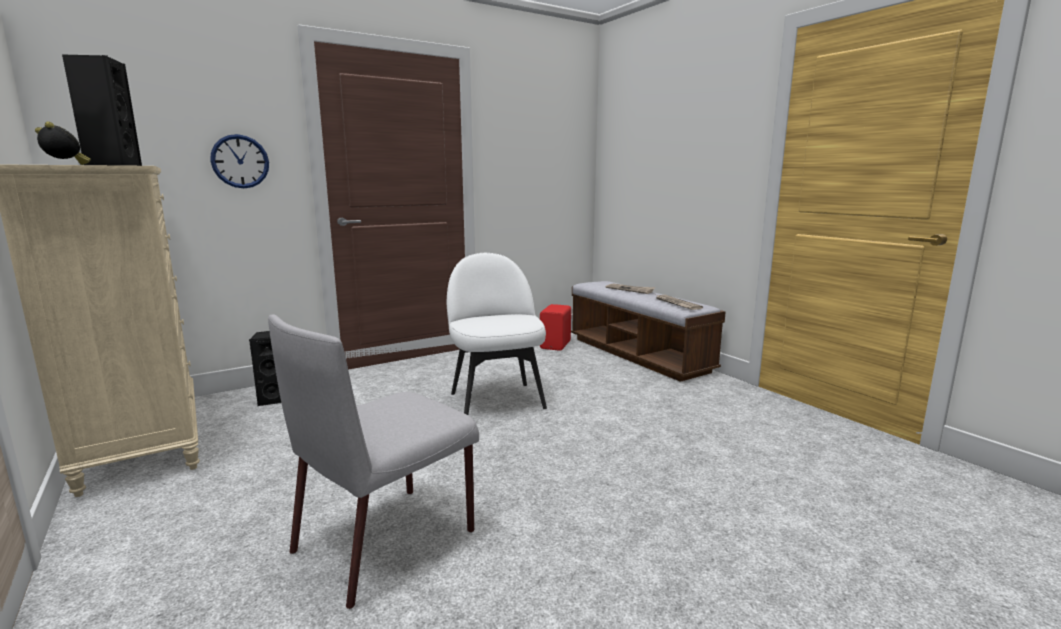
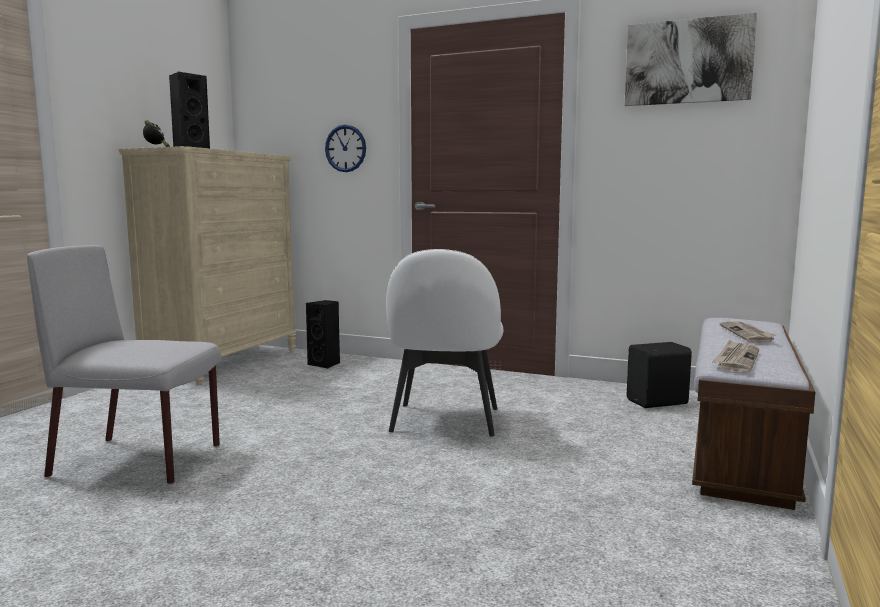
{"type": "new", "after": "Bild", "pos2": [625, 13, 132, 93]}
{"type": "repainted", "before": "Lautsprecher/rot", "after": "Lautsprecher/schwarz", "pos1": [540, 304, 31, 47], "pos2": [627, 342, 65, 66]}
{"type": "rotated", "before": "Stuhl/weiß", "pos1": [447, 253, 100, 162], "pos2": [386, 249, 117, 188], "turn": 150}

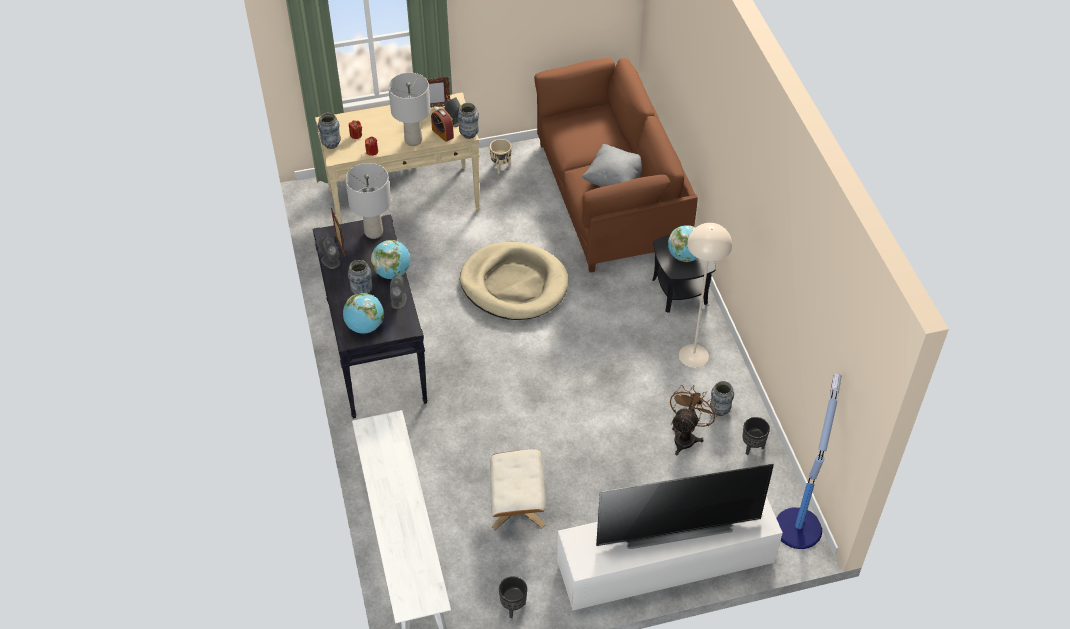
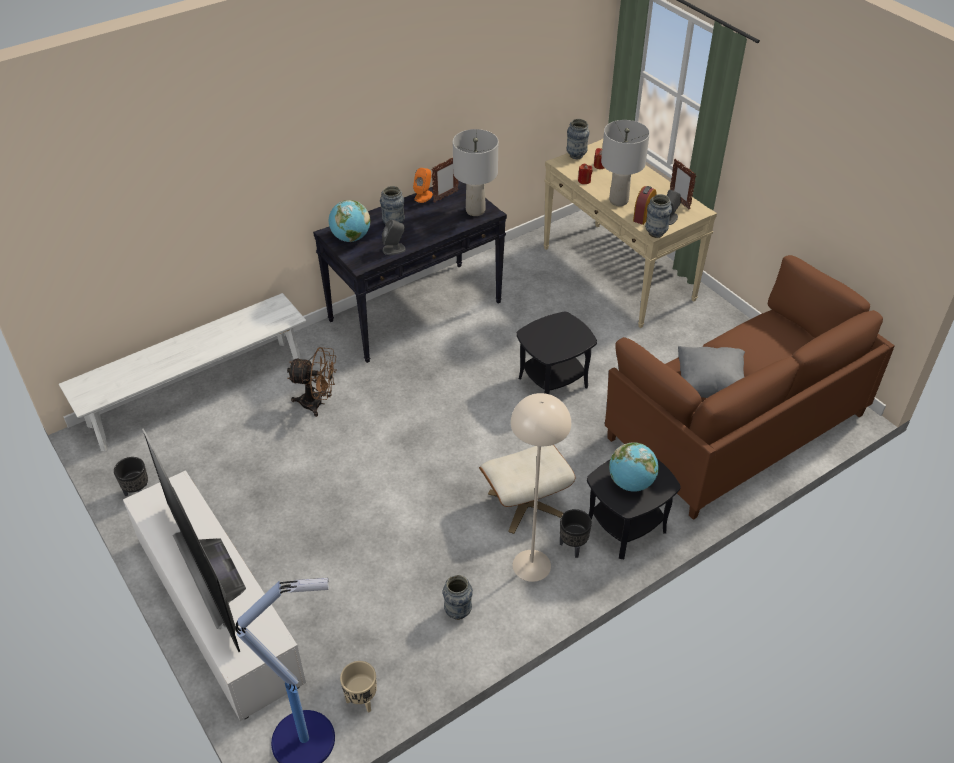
{"type": "gone", "before": "Globus", "pos1": [371, 240, 39, 39]}
{"type": "shifted", "before": "Pflanzkübel/beige", "pos1": [490, 139, 21, 35], "pos2": [340, 661, 37, 52]}
{"type": "shifted", "before": "Polsterhocker/beige", "pos1": [490, 449, 55, 81], "pos2": [479, 445, 96, 89]}
{"type": "shifted", "before": "Ventilator/braun", "pos1": [670, 385, 48, 70], "pos2": [287, 347, 50, 70]}
{"type": "shifted", "before": "Pflanzkübel/schwarz", "pos1": [742, 417, 28, 38], "pos2": [560, 509, 32, 49]}
{"type": "swapped", "before": "Hundebett/beige", "after": "Beistelltisch/schwarz", "pos1": [460, 242, 108, 78], "pos2": [516, 312, 81, 82]}
{"type": "repainted", "before": "Lautsprecher/grau", "after": "Lautsprecher/orange", "pos1": [319, 237, 21, 32], "pos2": [413, 168, 20, 35]}

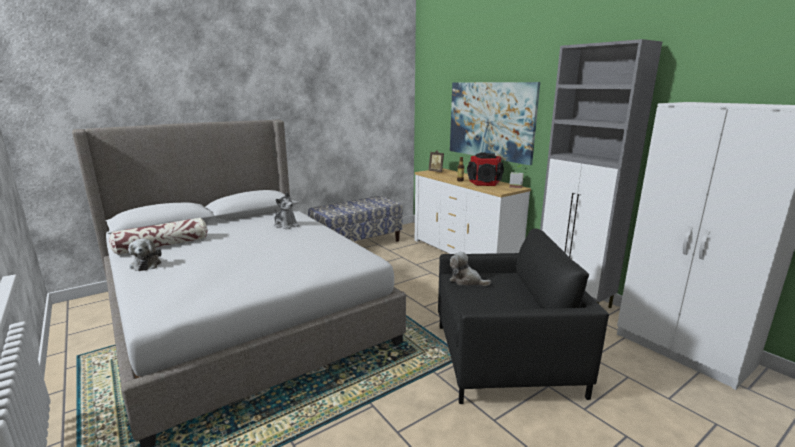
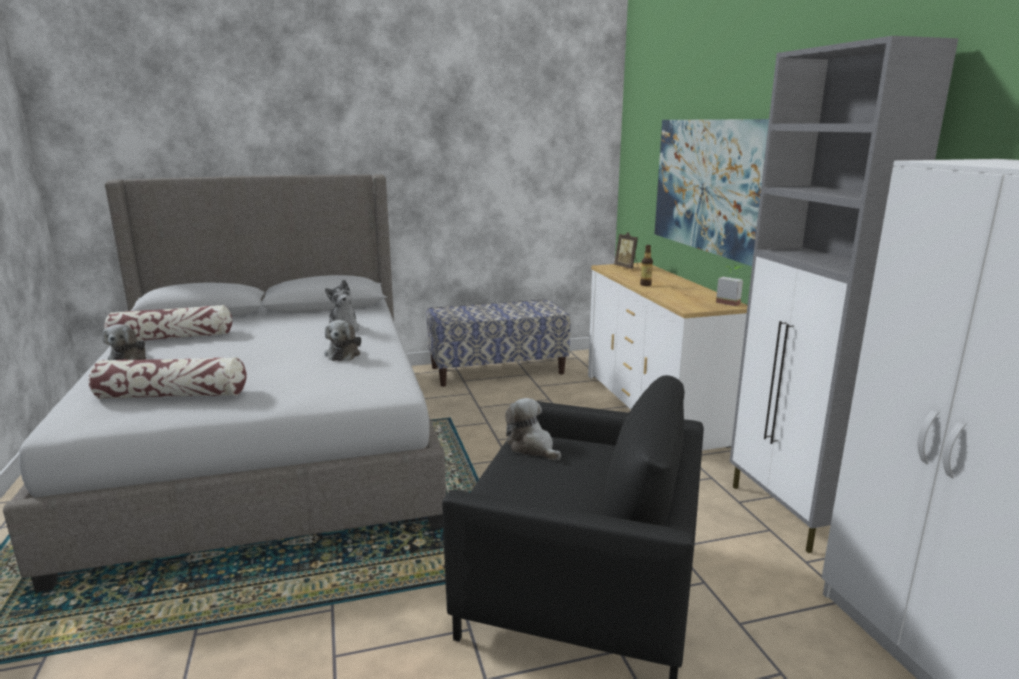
{"type": "gone", "before": "Lautsprecher", "pos1": [467, 153, 37, 33]}
{"type": "new", "after": "Kissen", "pos2": [89, 357, 158, 42]}
{"type": "new", "after": "Plüschtier", "pos2": [324, 320, 37, 41]}

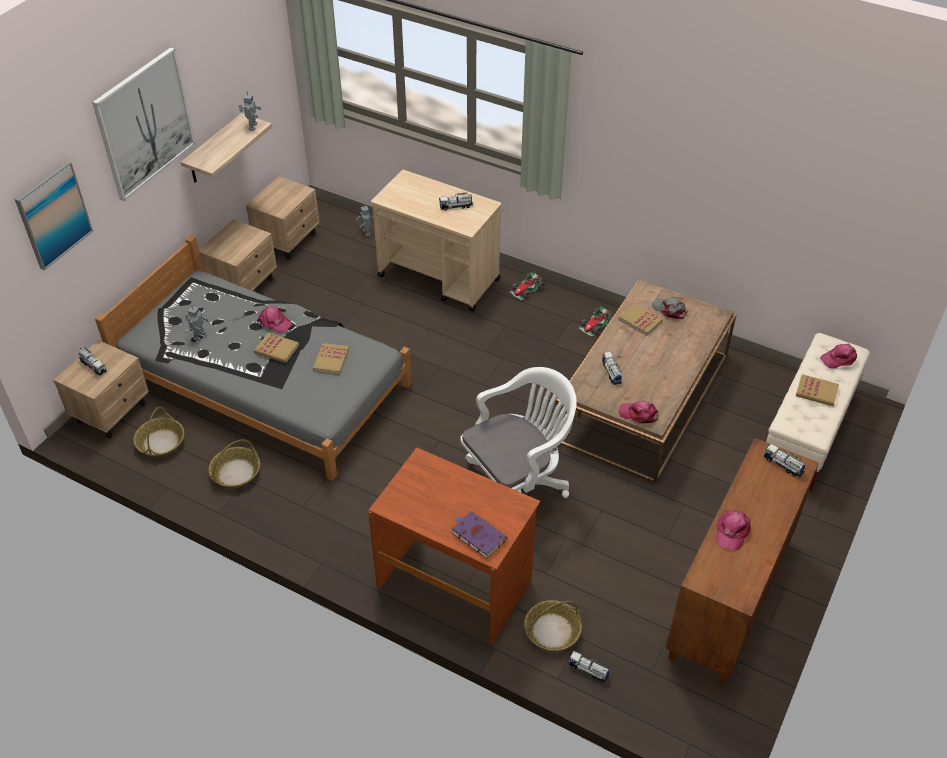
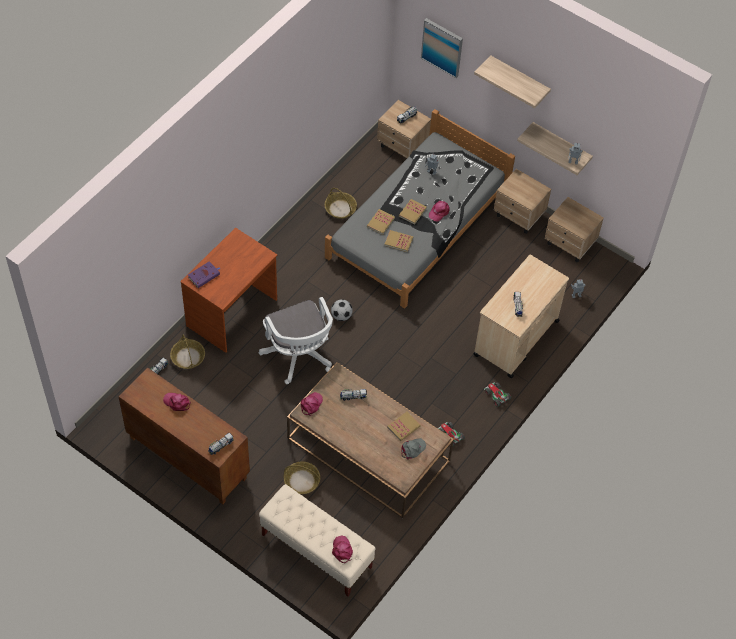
{"type": "new", "after": "Fußball", "pos2": [331, 299, 22, 22]}
{"type": "shifted", "before": "Korb", "pos1": [134, 407, 50, 50], "pos2": [284, 461, 36, 33]}
{"type": "shifted", "before": "Buch", "pos1": [796, 374, 43, 32], "pos2": [367, 209, 28, 26]}
{"type": "swapped", "before": "Bild", "after": "Wandregal", "pos1": [92, 47, 103, 154], "pos2": [474, 55, 77, 53]}

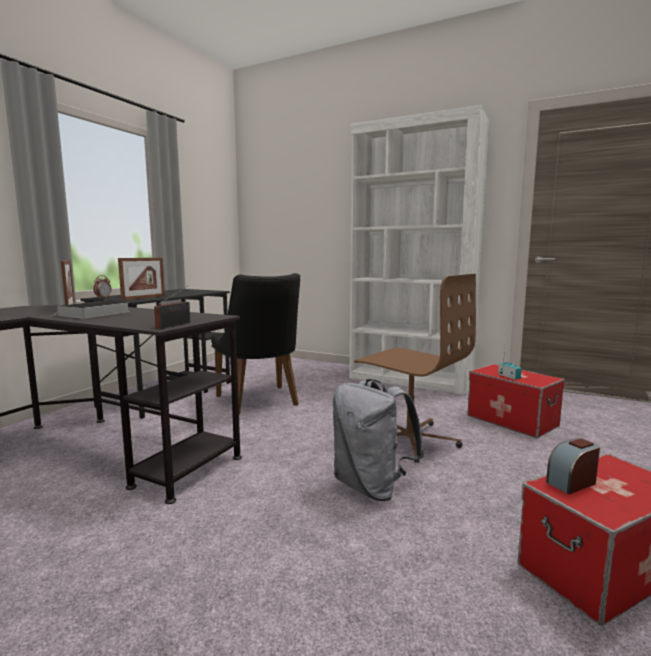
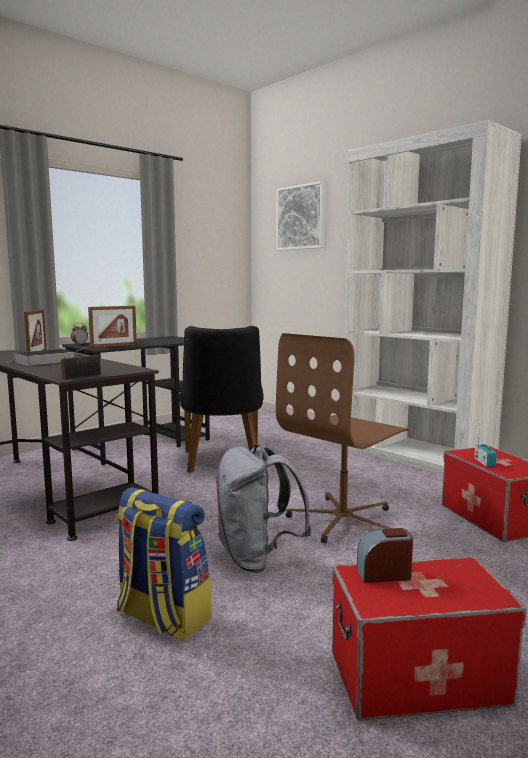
{"type": "new", "after": "Rucksack", "pos2": [115, 487, 96, 154]}
{"type": "new", "after": "Bild", "pos2": [276, 181, 49, 70]}
{"type": "rotated", "before": "Bürostuhl/braun", "pos1": [354, 274, 122, 189], "pos2": [276, 333, 133, 211], "turn": 75}

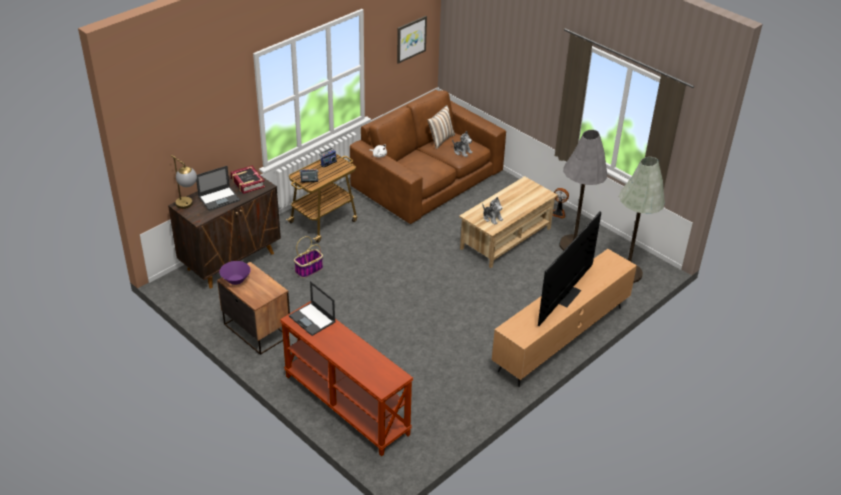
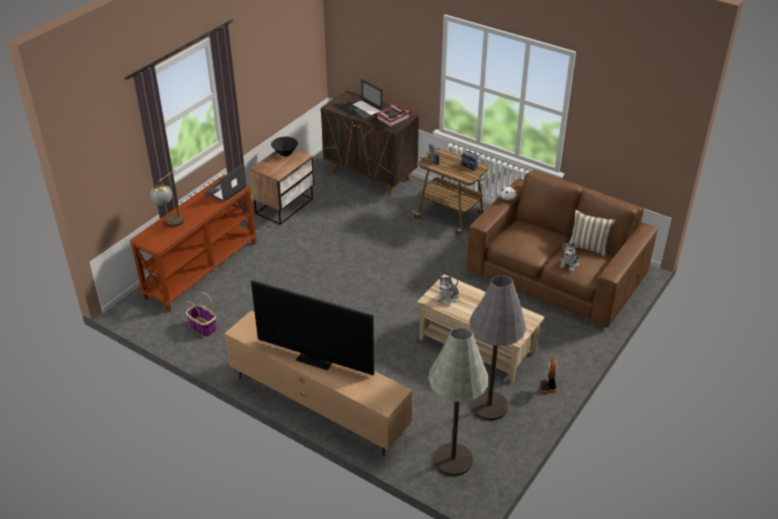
{"type": "gone", "before": "Bild", "pos1": [397, 16, 30, 48]}
{"type": "shifted", "before": "Tischlampe", "pos1": [171, 155, 26, 54], "pos2": [150, 170, 34, 57]}
{"type": "shifted", "before": "Korb", "pos1": [294, 236, 29, 42], "pos2": [185, 292, 32, 45]}
{"type": "repainted", "before": "Schüssel/lila", "after": "Schüssel/schwarz", "pos1": [219, 261, 32, 24], "pos2": [271, 137, 27, 19]}

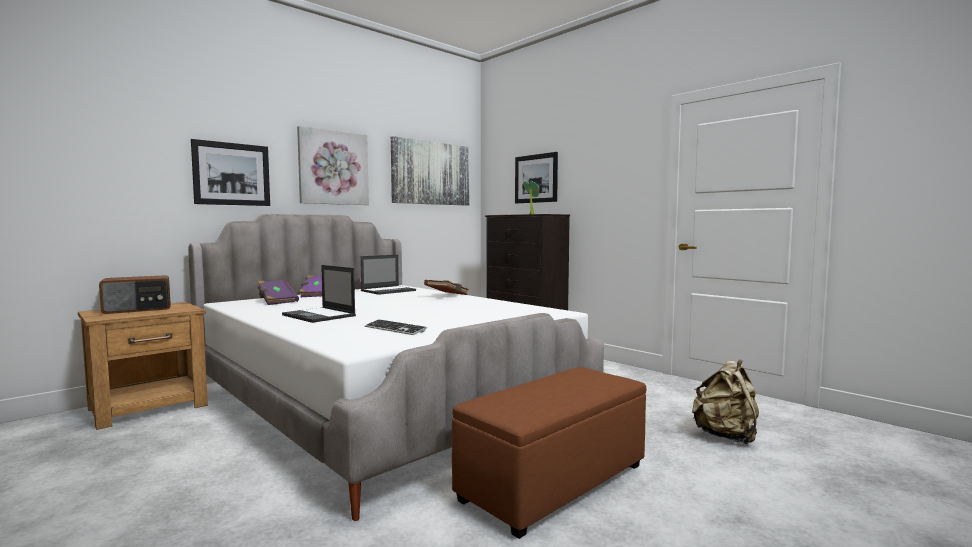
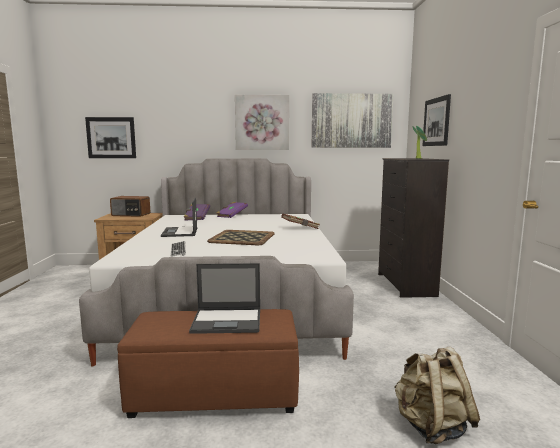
{"type": "new", "after": "Tablett", "pos2": [207, 230, 68, 15]}
{"type": "shifted", "before": "Bild", "pos1": [191, 139, 79, 67], "pos2": [85, 117, 51, 41]}
{"type": "shifted", "before": "Laptop", "pos1": [360, 255, 56, 40], "pos2": [189, 263, 71, 71]}

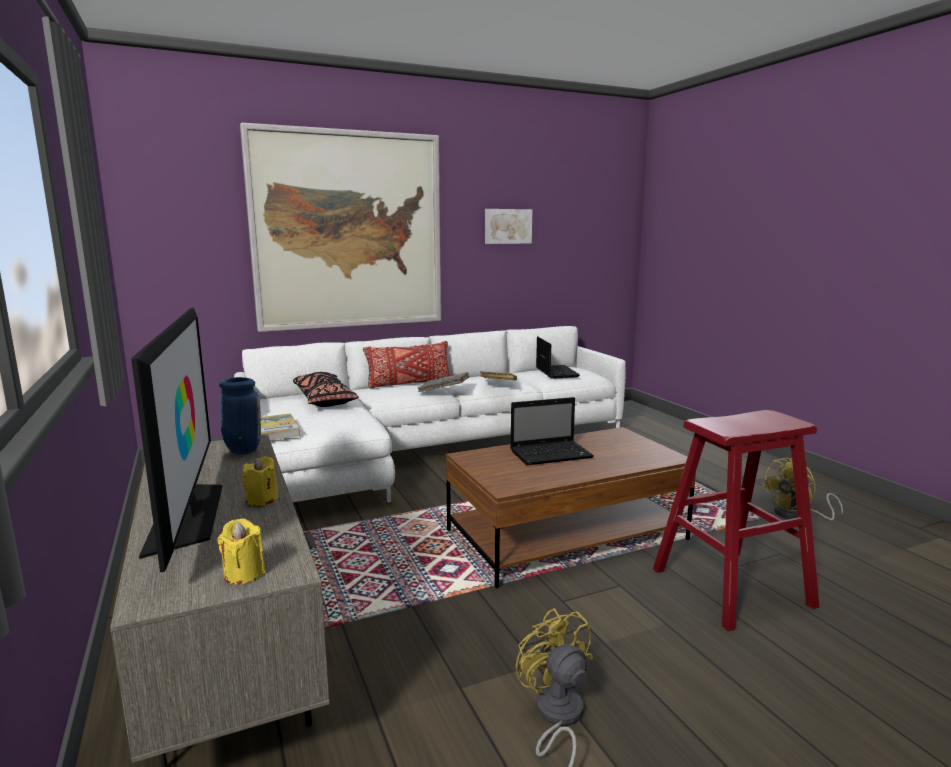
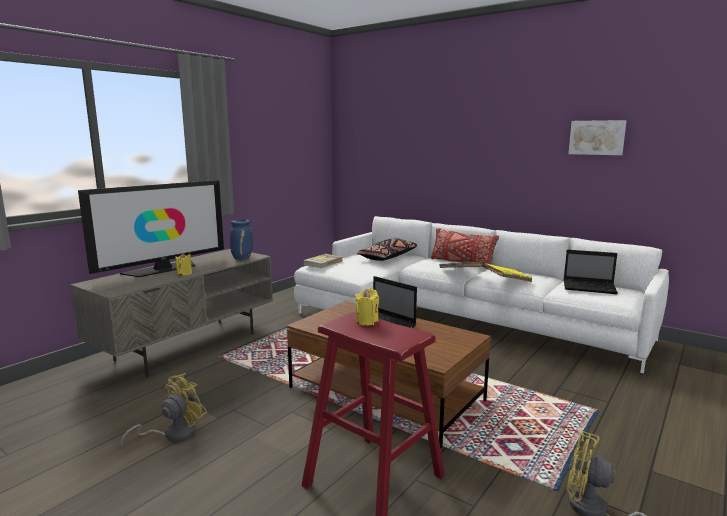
{"type": "gone", "before": "Bild", "pos1": [240, 122, 201, 210]}
{"type": "shifted", "before": "Kerze/gelb", "pos1": [217, 519, 49, 65], "pos2": [355, 289, 24, 36]}
{"type": "rotated", "before": "Laptop", "pos1": [536, 336, 44, 43], "pos2": [564, 250, 54, 44], "turn": 60}

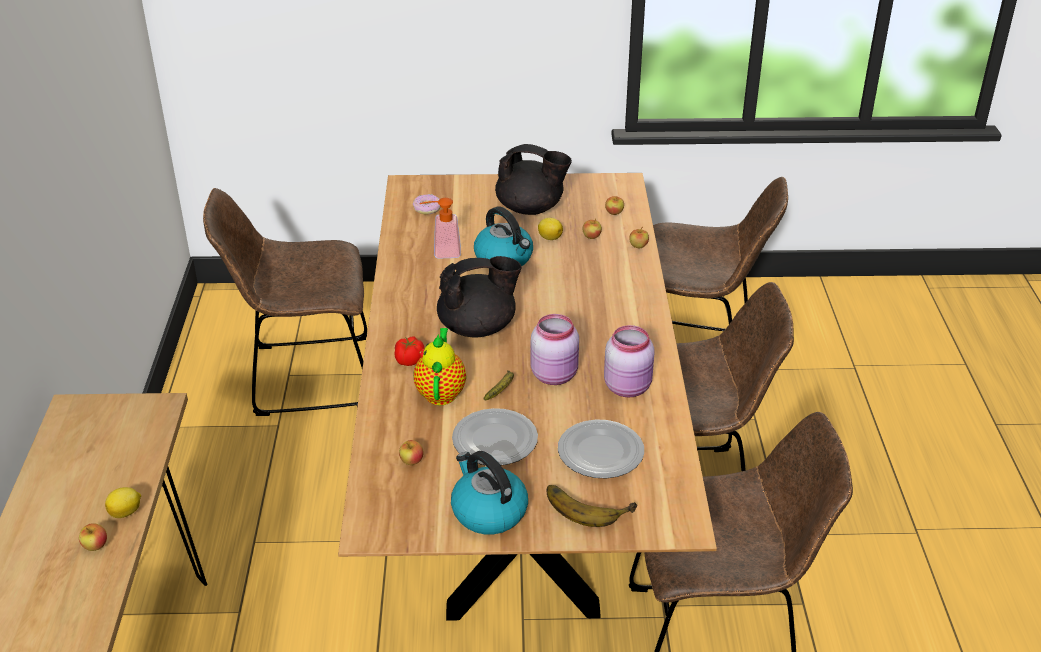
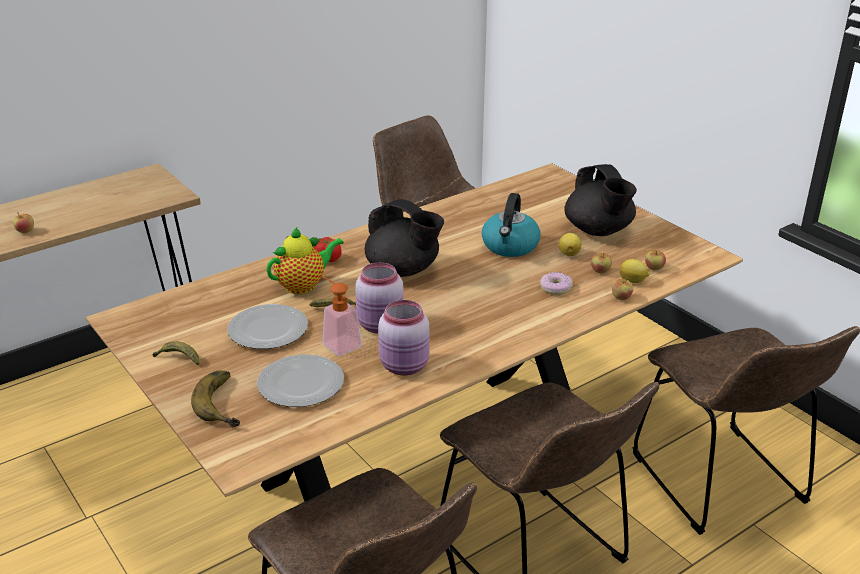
{"type": "gone", "before": "Apfel", "pos1": [399, 440, 25, 25]}
{"type": "shifted", "before": "Zitrone", "pos1": [105, 487, 36, 31], "pos2": [620, 259, 29, 24]}
{"type": "shifted", "before": "Donut", "pos1": [413, 194, 27, 21], "pos2": [540, 272, 33, 23]}
{"type": "shifted", "before": "Seifenspender", "pos1": [420, 198, 41, 61], "pos2": [322, 276, 40, 80]}
{"type": "swapped", "before": "Wasserkessel", "after": "Banane", "pos1": [451, 451, 77, 83], "pos2": [153, 341, 47, 24]}

